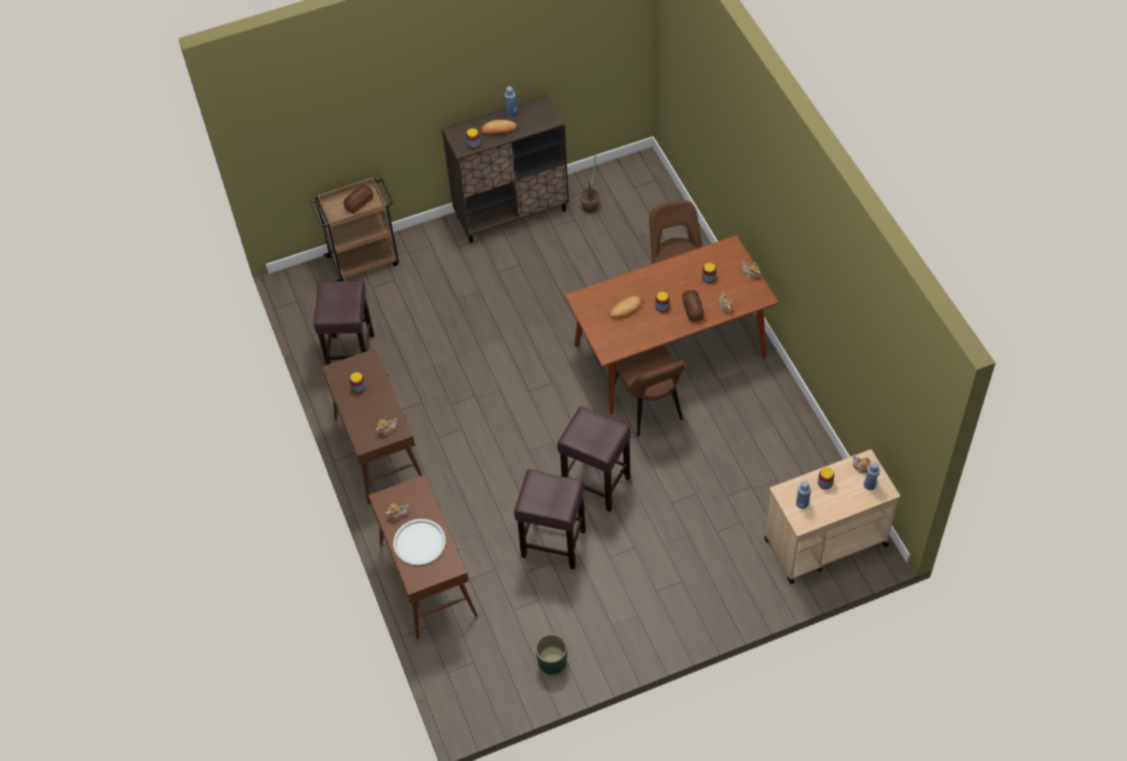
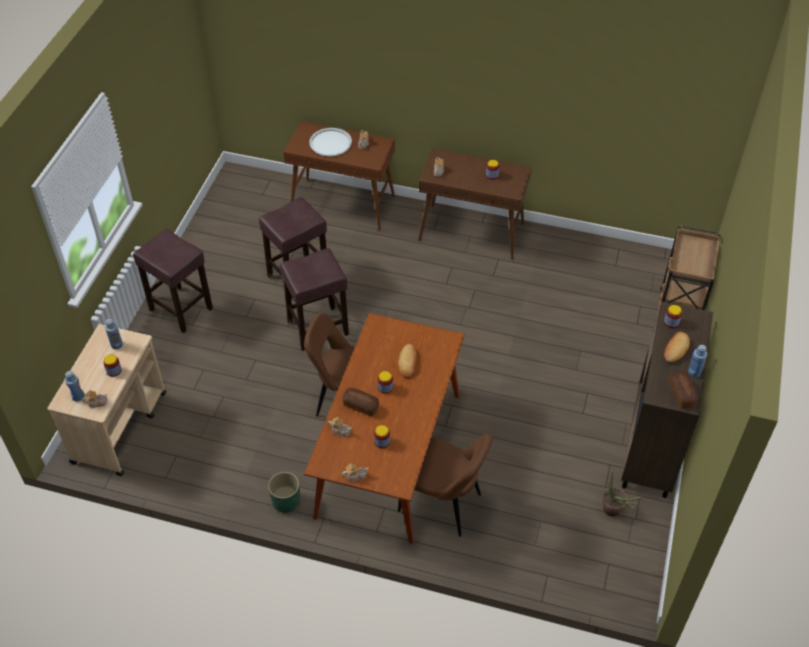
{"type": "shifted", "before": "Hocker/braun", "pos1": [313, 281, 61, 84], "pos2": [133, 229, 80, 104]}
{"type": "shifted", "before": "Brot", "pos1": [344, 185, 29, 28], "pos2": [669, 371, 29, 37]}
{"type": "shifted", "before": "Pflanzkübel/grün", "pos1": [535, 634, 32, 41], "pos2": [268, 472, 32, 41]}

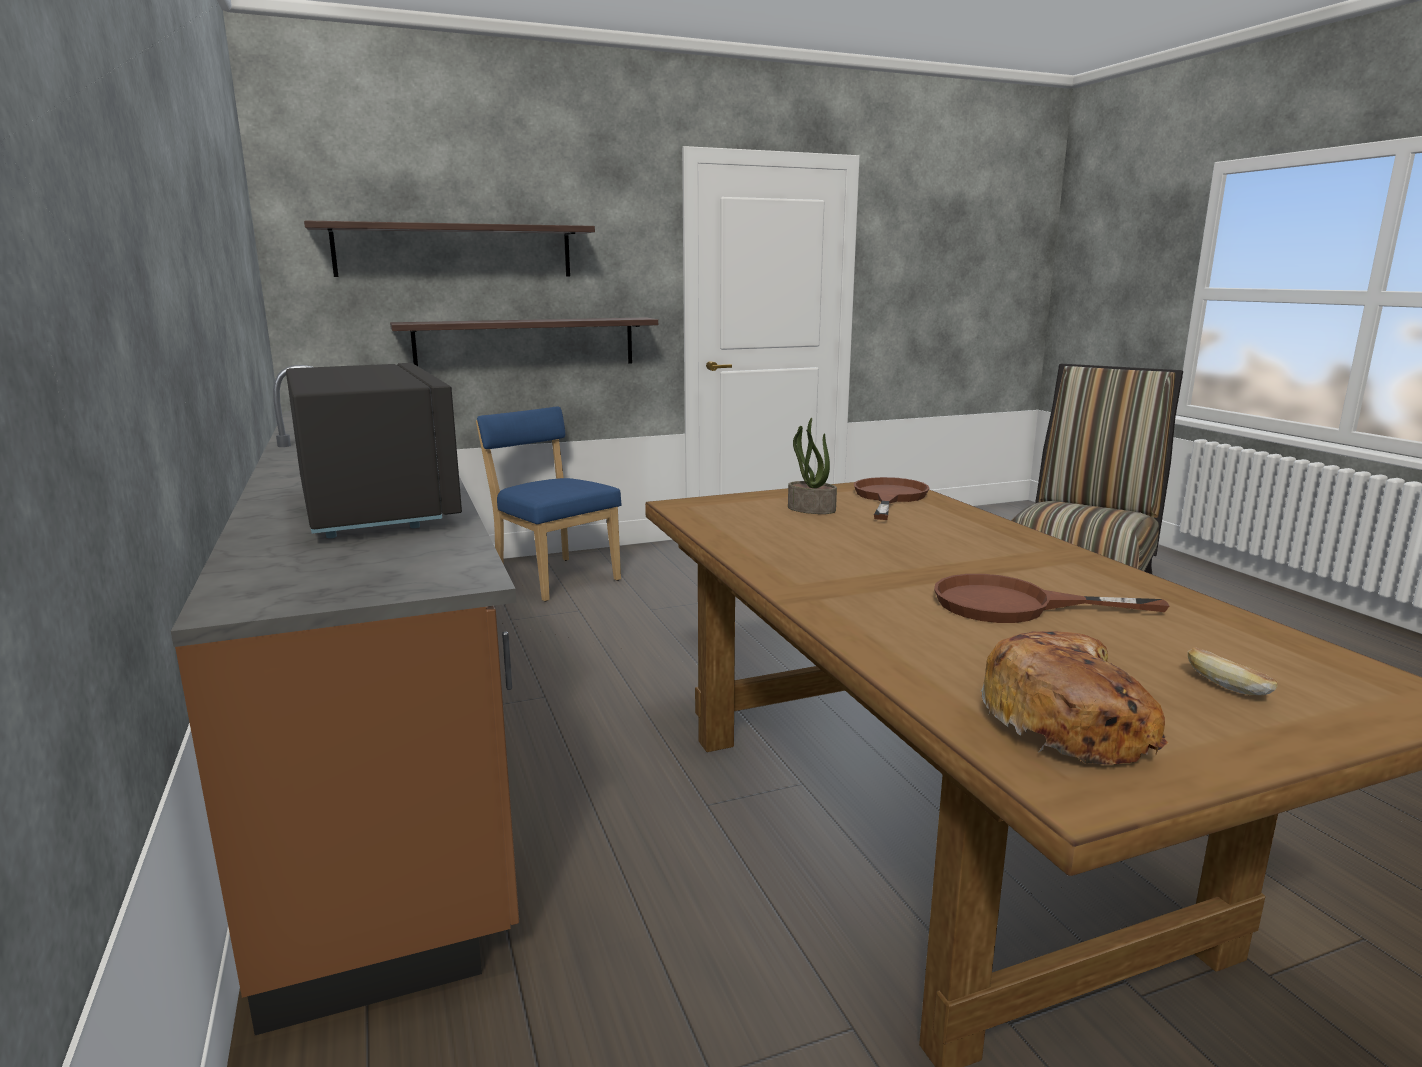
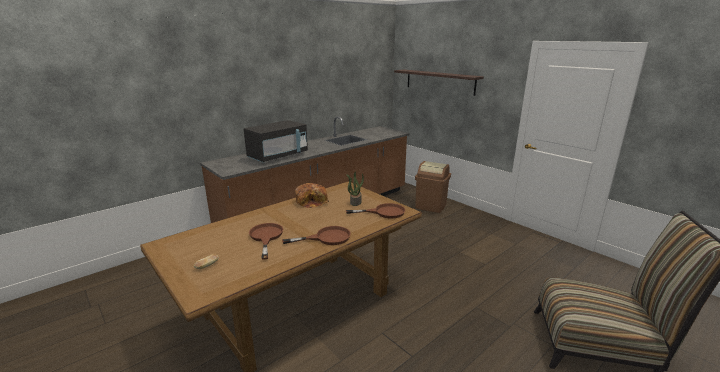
{"type": "gone", "before": "Wandregal", "pos1": [390, 317, 268, 49]}
{"type": "new", "after": "Pfanne/braun", "pos2": [282, 226, 69, 19]}
{"type": "shifted", "before": "Brot", "pos1": [981, 631, 188, 134], "pos2": [295, 183, 34, 25]}
{"type": "swapped", "before": "Stuhl/blau", "after": "Mülleimer/braun", "pos1": [476, 407, 146, 195], "pos2": [415, 161, 36, 52]}

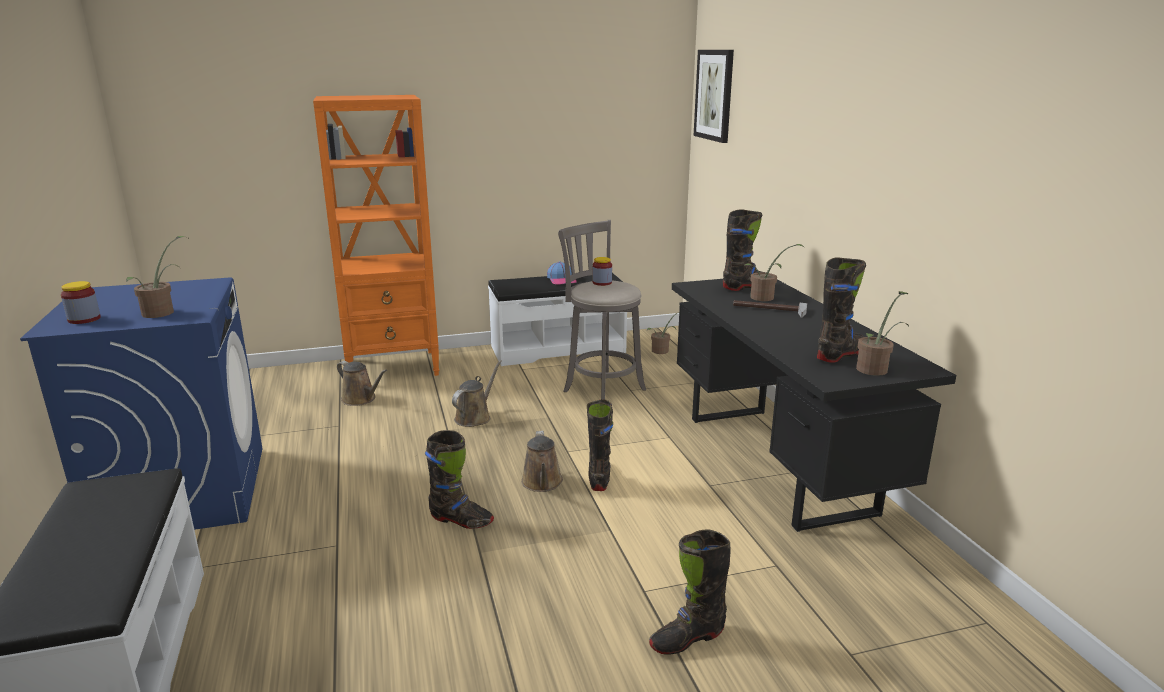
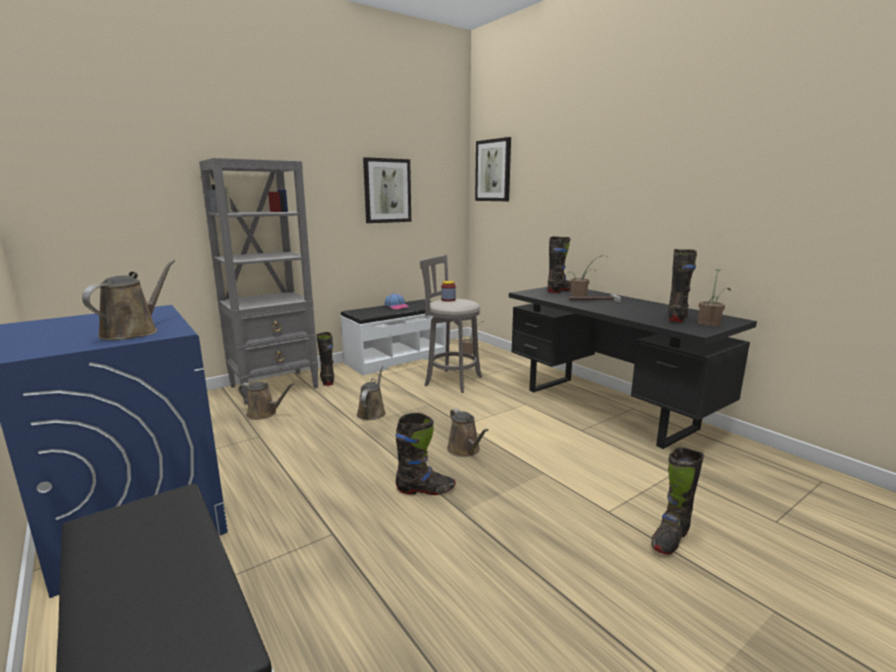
{"type": "gone", "before": "Vorratsglas", "pos1": [61, 281, 40, 43]}
{"type": "new", "after": "Bild", "pos2": [363, 157, 48, 66]}
{"type": "shifted", "before": "Stiefel/schwarz", "pos1": [587, 400, 26, 91], "pos2": [316, 332, 18, 54]}
{"type": "swapped", "before": "Topfpflanze", "after": "Gießkanne/braun", "pos1": [126, 236, 62, 82], "pos2": [82, 260, 93, 80]}
{"type": "repainted", "before": "Bücherregal/orange", "after": "Bücherregal/grau", "pos1": [313, 95, 126, 281], "pos2": [199, 158, 120, 247]}

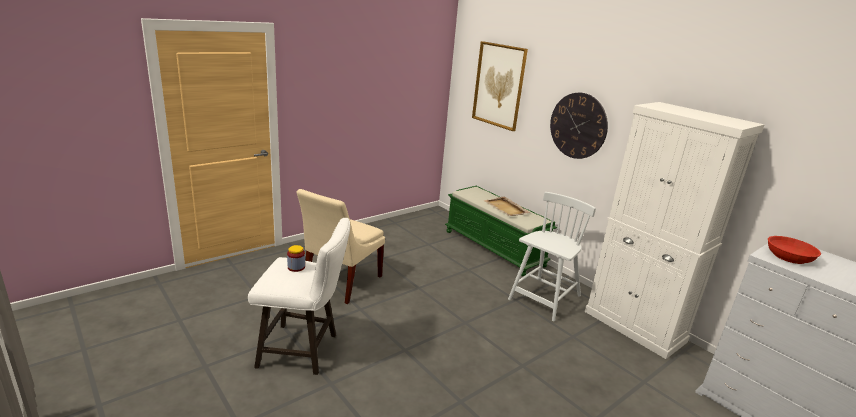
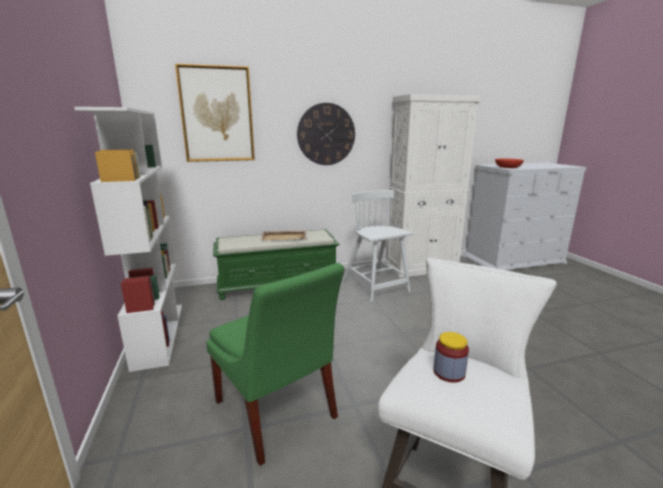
{"type": "new", "after": "Bücherregal/weiß", "pos2": [74, 107, 108, 265]}
{"type": "repainted", "before": "Stuhl/beige", "after": "Stuhl/grün", "pos1": [296, 189, 89, 115], "pos2": [206, 263, 139, 203]}

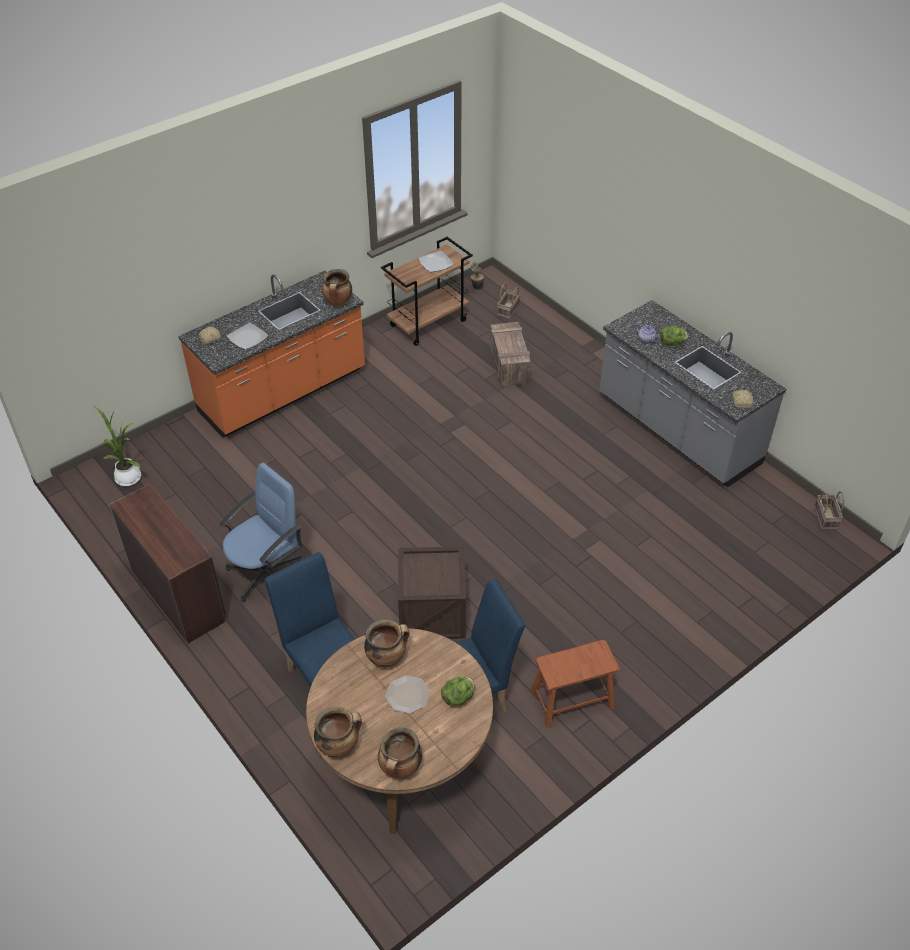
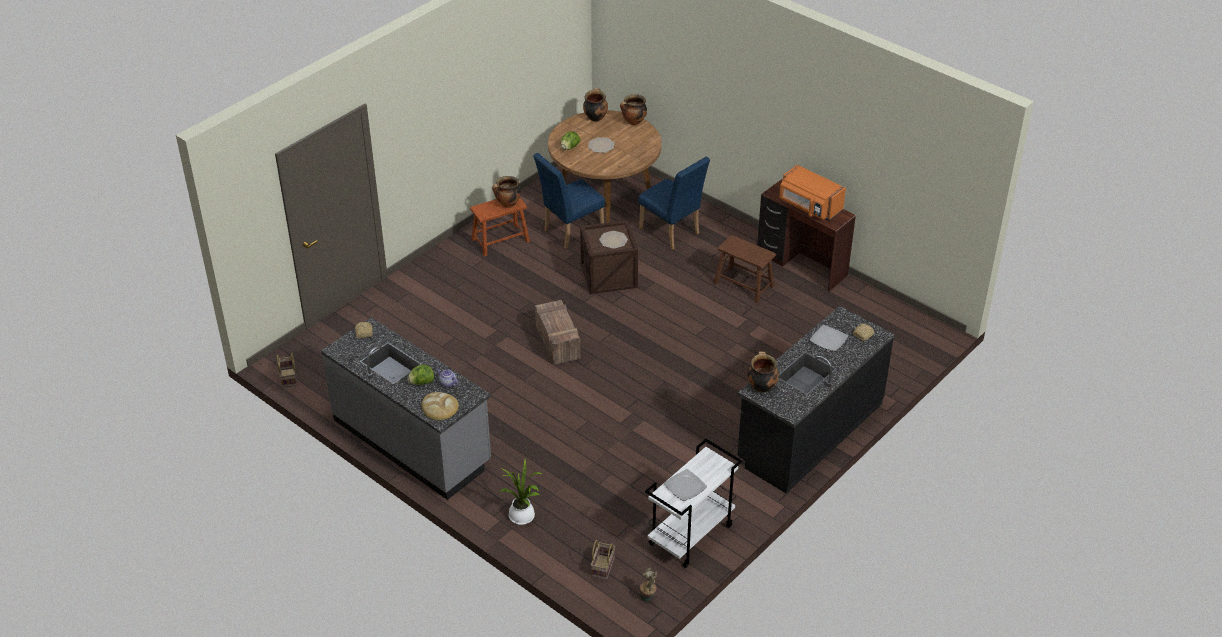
{"type": "new", "after": "Brot", "pos2": [421, 392, 38, 28]}
{"type": "new", "after": "Teller", "pos2": [599, 231, 29, 18]}
{"type": "new", "after": "Mikrowelle/orange", "pos2": [779, 165, 67, 55]}
{"type": "shifted", "before": "Topfpflanze", "pos1": [94, 406, 47, 80], "pos2": [500, 459, 43, 66]}
{"type": "shifted", "before": "Kochtopf", "pos1": [364, 620, 46, 48], "pos2": [492, 176, 29, 32]}
{"type": "shifted", "before": "Kiste", "pos1": [490, 322, 41, 65], "pos2": [535, 300, 45, 65]}
{"type": "swapped", "before": "Bürostuhl/blau", "after": "Hocker/braun", "pos1": [220, 463, 82, 139], "pos2": [713, 235, 63, 68]}
{"type": "repainted", "before": "Küchenzeile/orange", "after": "Küchenzeile/schwarz", "pos1": [178, 270, 187, 168], "pos2": [737, 306, 158, 188]}
{"type": "repainted", "before": "Rollwagen/braun", "after": "Rollwagen/weiß", "pos1": [381, 237, 92, 109], "pos2": [645, 439, 97, 129]}

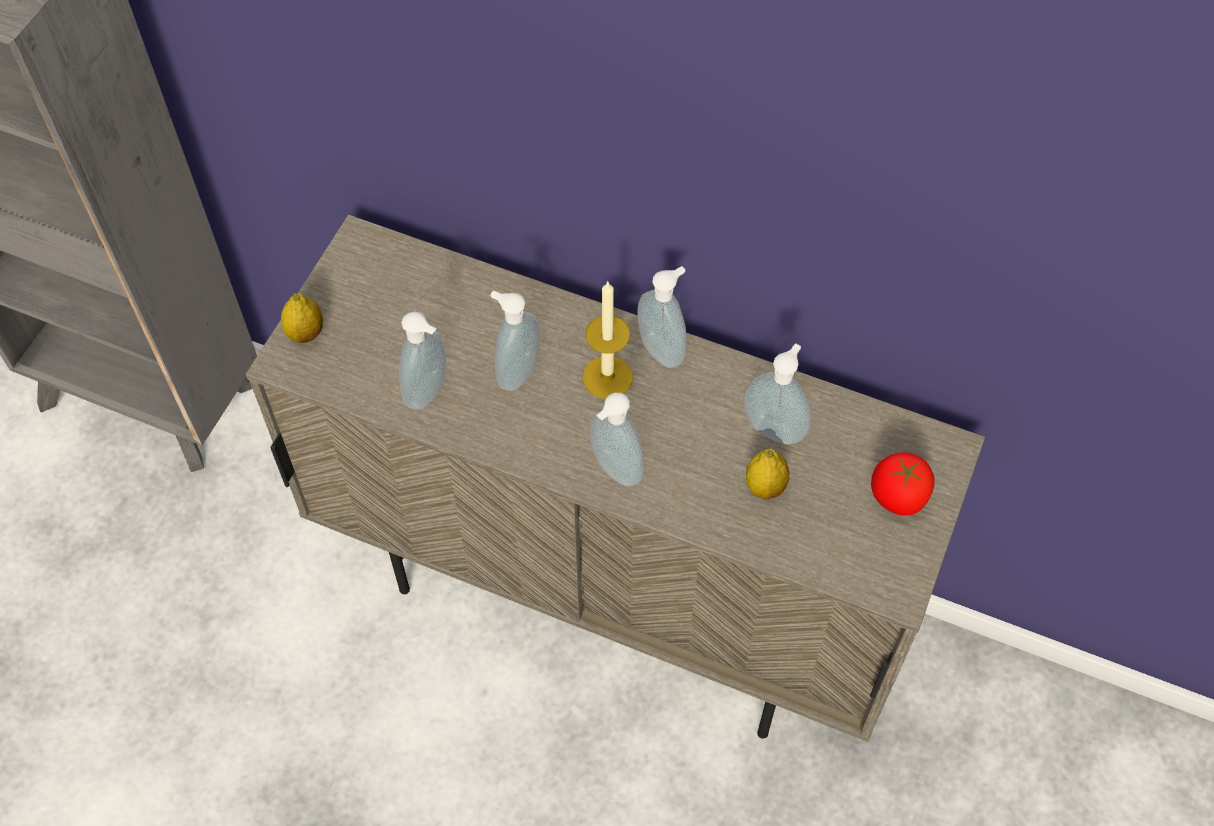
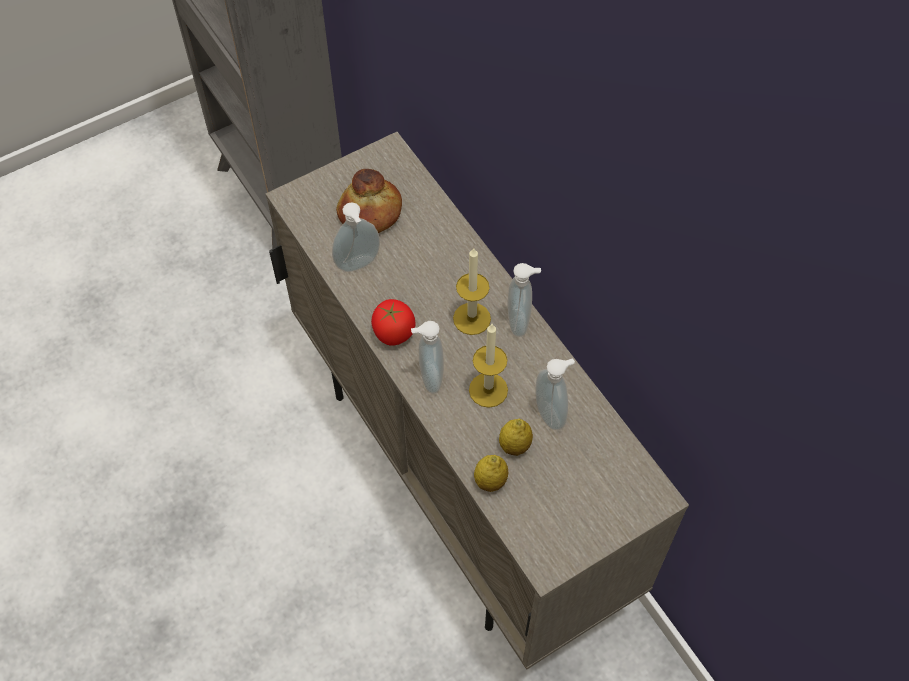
{"type": "gone", "before": "Seifenspender", "pos1": [491, 291, 48, 100]}
{"type": "new", "after": "Brot", "pos2": [336, 169, 66, 64]}
{"type": "new", "after": "Kerze", "pos2": [469, 324, 39, 84]}
{"type": "shifted", "before": "Zitrone", "pos1": [281, 293, 42, 50], "pos2": [474, 455, 35, 37]}
{"type": "shifted", "before": "Tomate", "pos1": [871, 452, 64, 64], "pos2": [371, 299, 45, 47]}

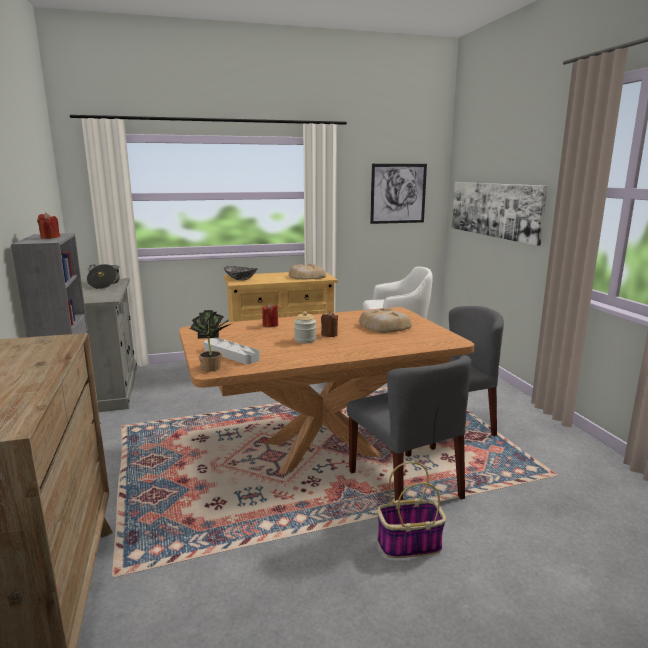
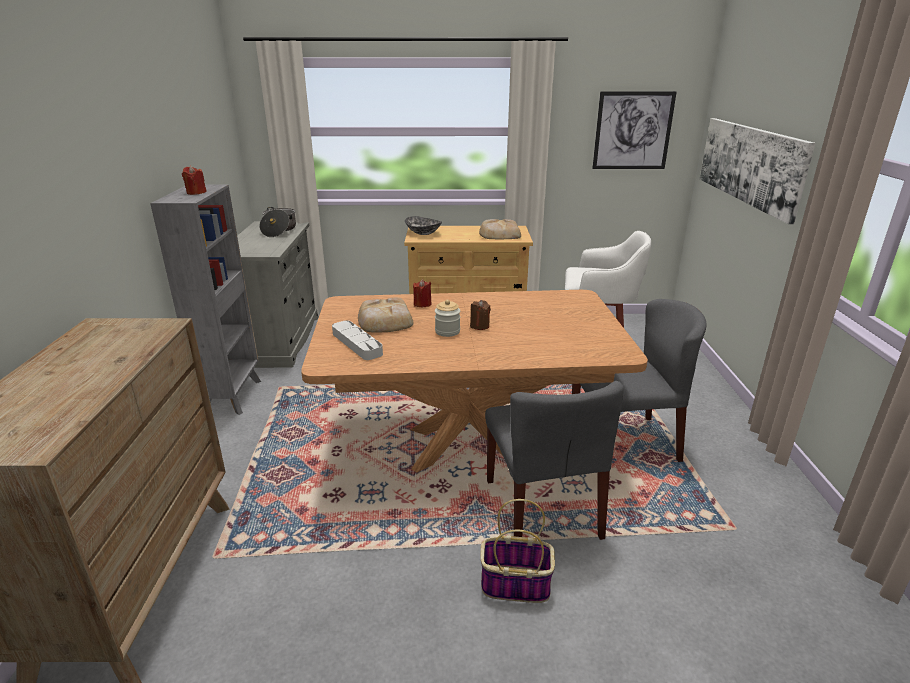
{"type": "gone", "before": "Topfpflanze", "pos1": [190, 310, 41, 61]}
{"type": "shifted", "before": "Brot", "pos1": [359, 308, 53, 25], "pos2": [358, 298, 55, 34]}

